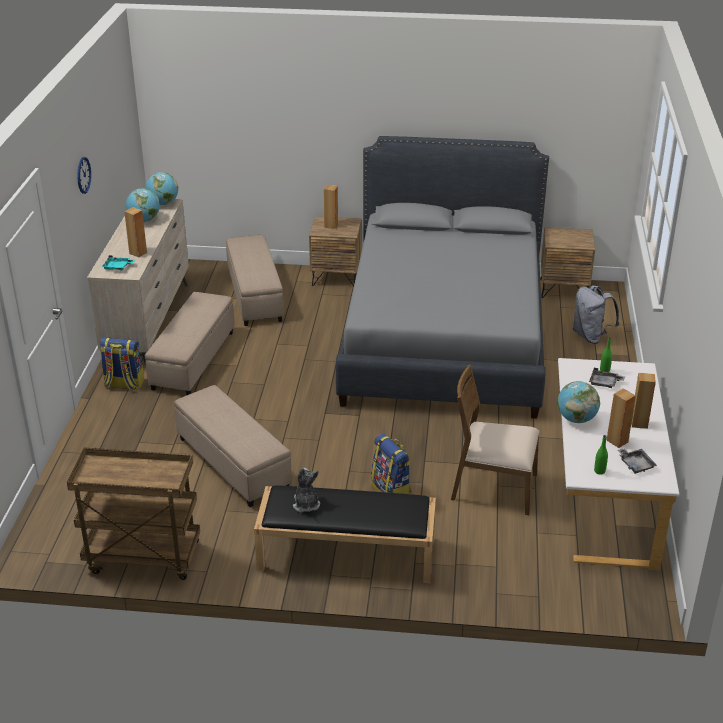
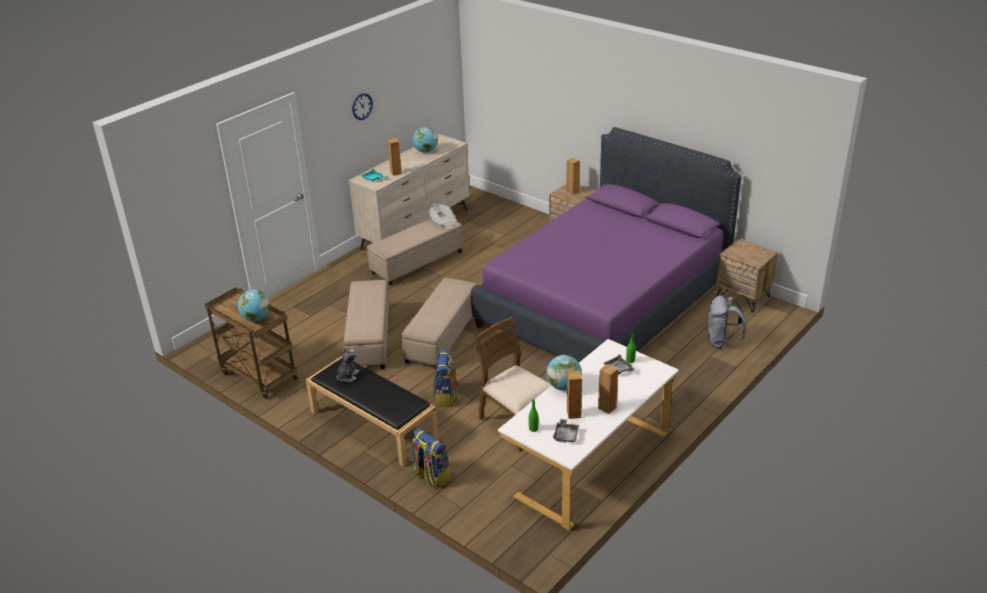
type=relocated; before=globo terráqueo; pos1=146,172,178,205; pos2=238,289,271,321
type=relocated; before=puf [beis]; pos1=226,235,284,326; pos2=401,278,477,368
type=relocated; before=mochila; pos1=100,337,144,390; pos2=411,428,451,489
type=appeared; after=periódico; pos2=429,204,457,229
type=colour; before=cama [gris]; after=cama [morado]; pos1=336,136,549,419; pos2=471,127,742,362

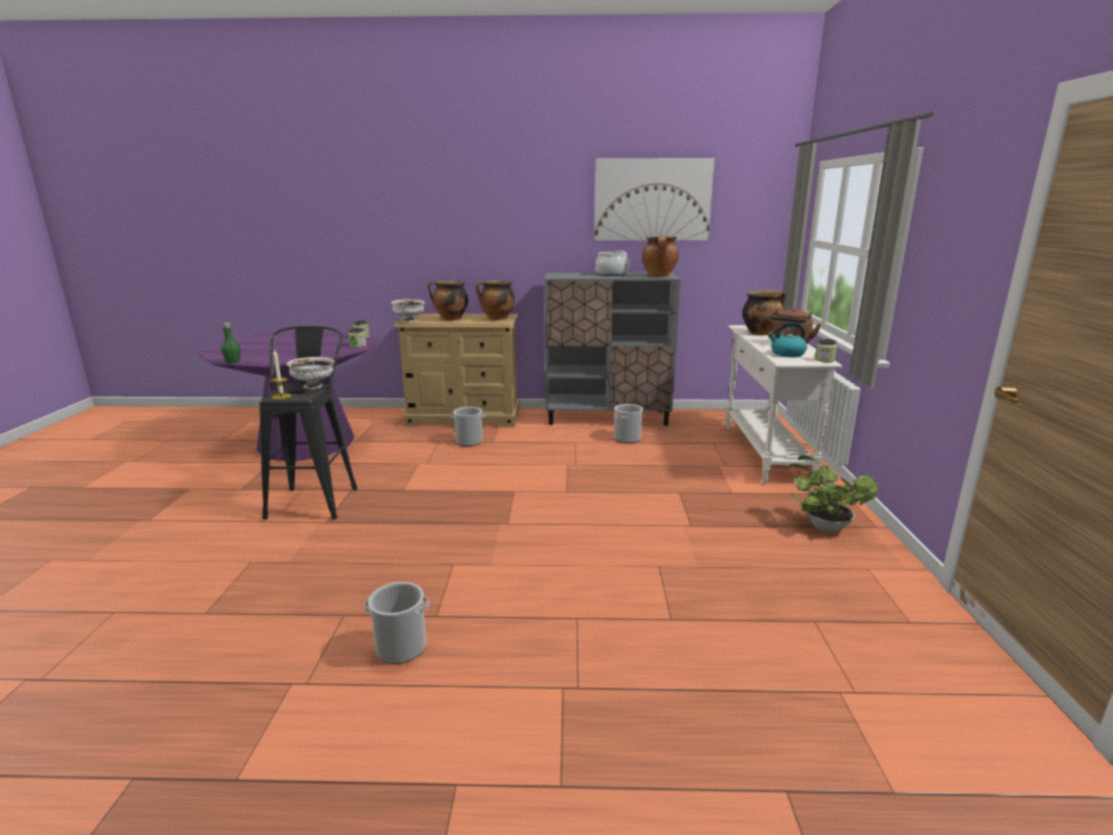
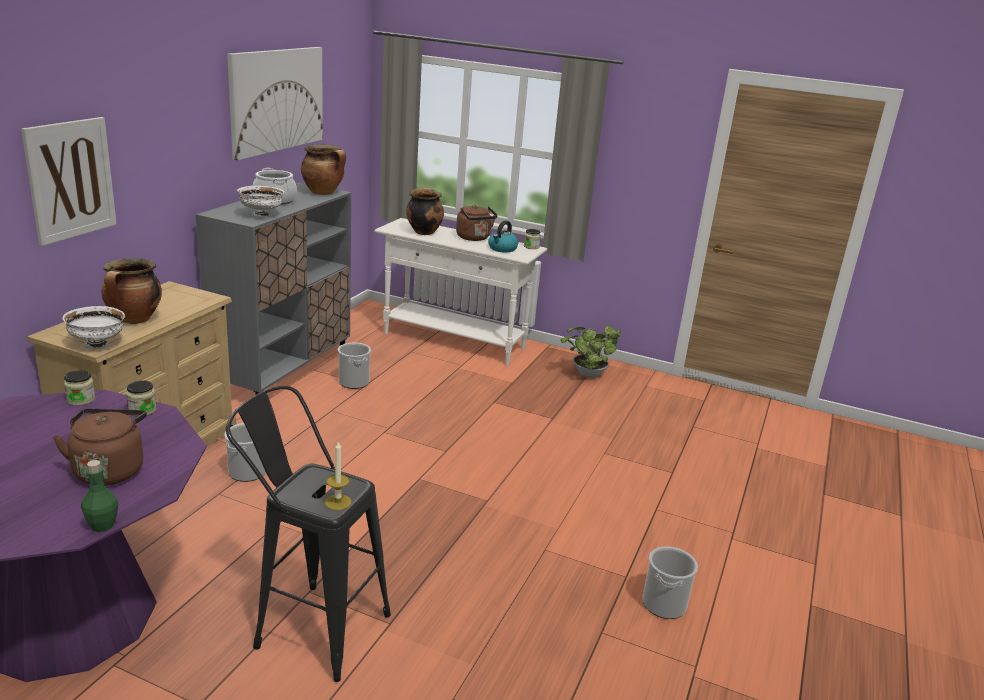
type=appeared; after=cuadro; pos2=21,117,117,246
type=appeared; after=hervidor [marrón]; pos2=53,409,147,486
type=relocated; before=cuenco [blanco]; pos1=287,357,334,389; pos2=237,186,284,218
type=missing; before=olla; pos1=476,280,515,320

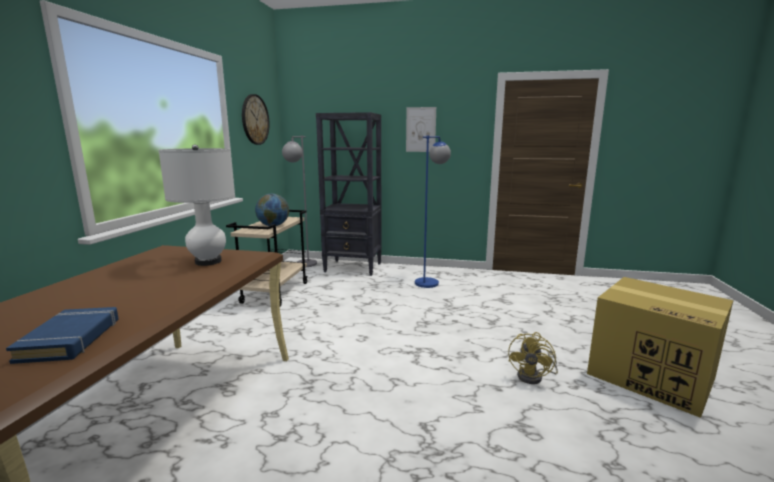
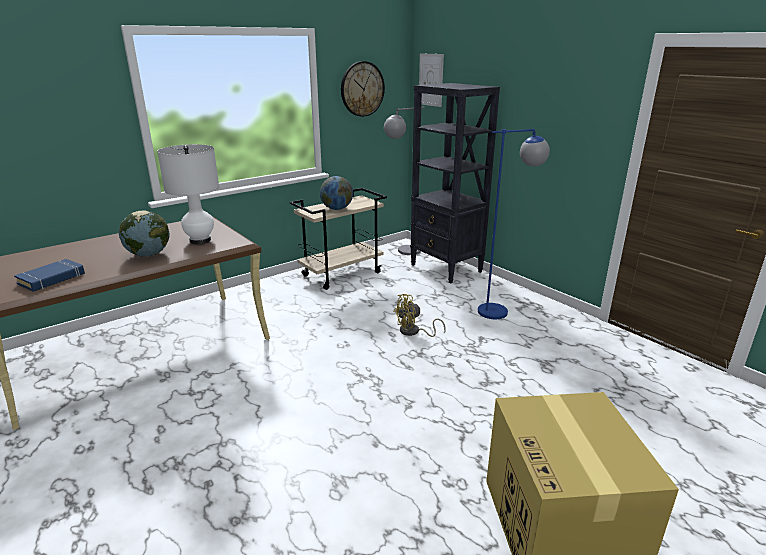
type=appeared; after=globo terráqueo; pos2=119,210,170,257
type=relocated; before=ventilador [amarillo]; pos1=508,332,558,384; pos2=393,294,446,337
type=relocated; before=cuadro; pos1=406,107,436,152; pos2=419,53,444,107

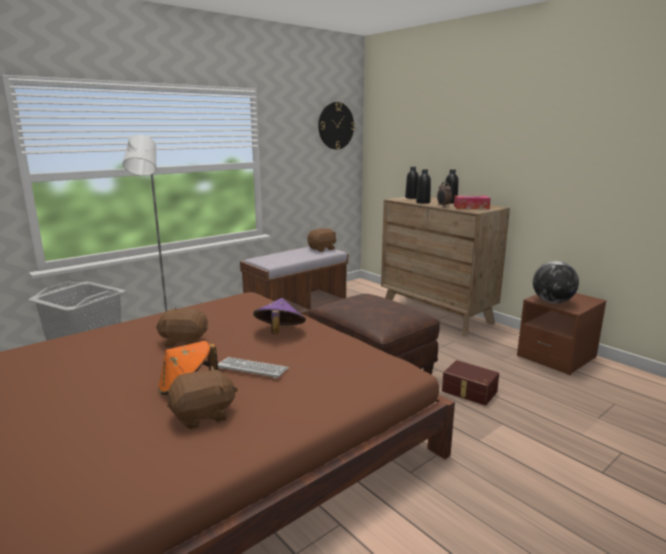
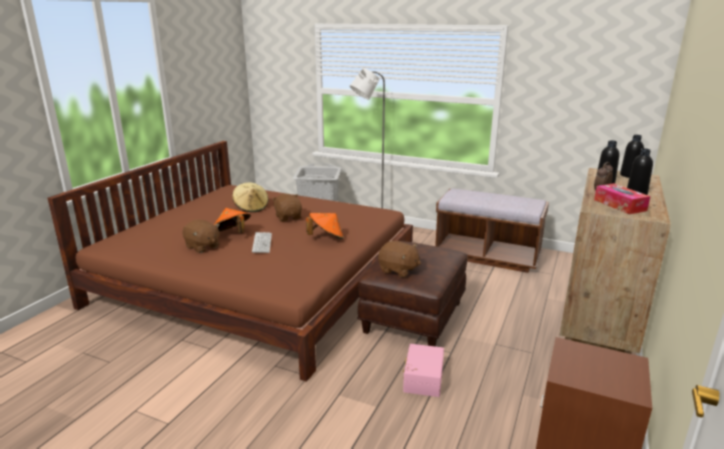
type=appeared; after=sombrero [beis]; pos2=232,183,269,212
type=colour; before=sombrero [morado]; after=sombrero [naranja]; pos1=253,298,306,335; pos2=306,213,344,239
type=relocated; before=peluche [marrón]; pos1=307,228,336,252; pos2=378,241,421,277
type=colour; before=caja de almacenaje [marrón]; after=caja de almacenaje [rosa]; pos1=442,360,499,406; pos2=403,344,444,397
type=missing; before=reloj de pared; pos1=318,102,355,150
type=missing; before=globo terráqueo; pos1=533,261,579,303

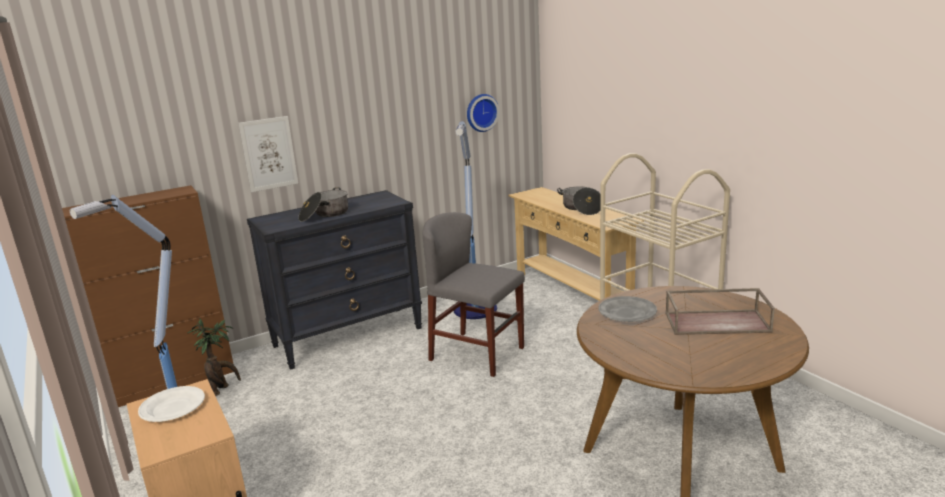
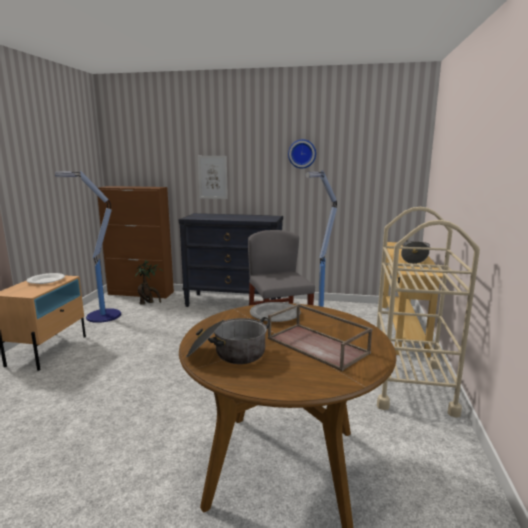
type=relocated; before=olla; pos1=298,187,348,222; pos2=186,317,270,364
type=relocated; before=reloj de pared; pos1=467,94,499,132; pos2=288,139,316,169

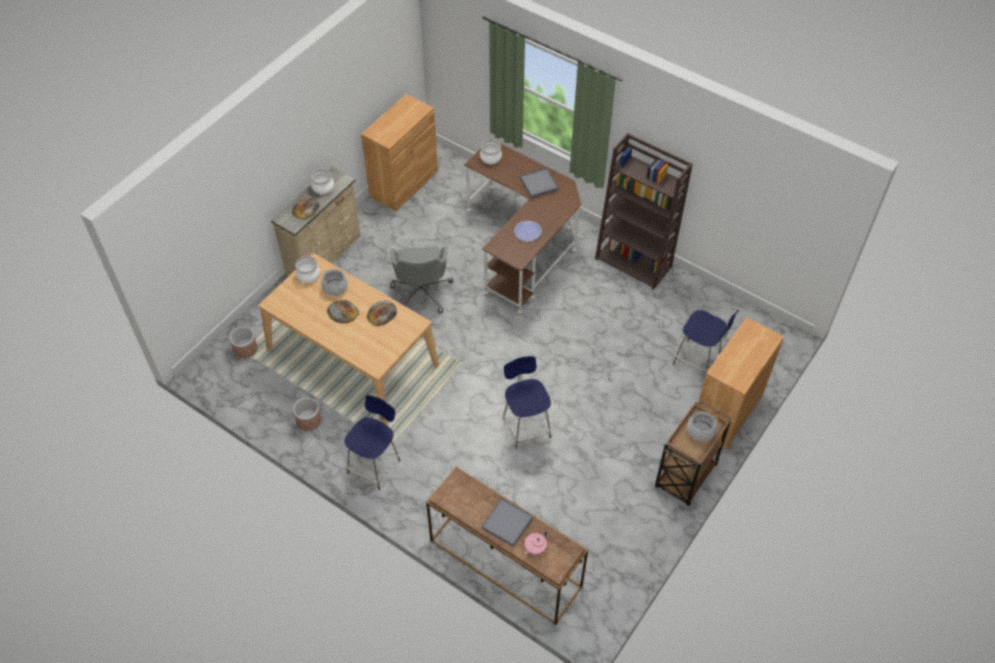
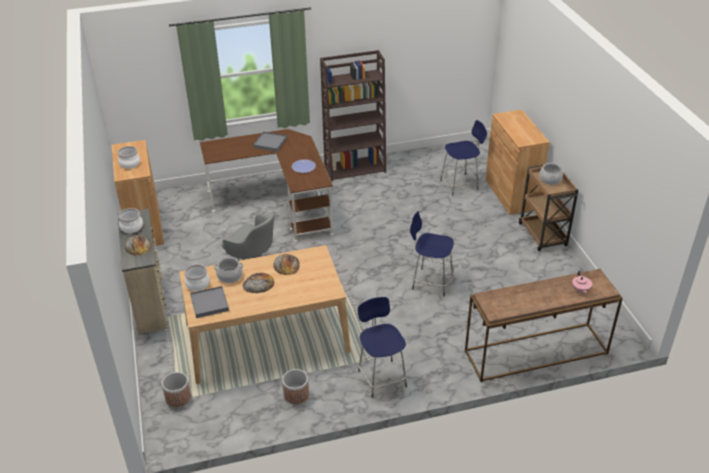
type=relocated; before=olla; pos1=480,140,502,164; pos2=117,146,140,169
type=relocated; before=bandeja [gris]; pos1=482,498,533,547; pos2=190,286,229,318

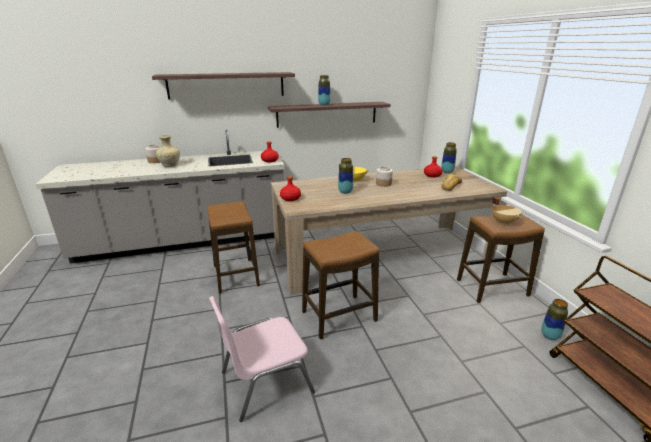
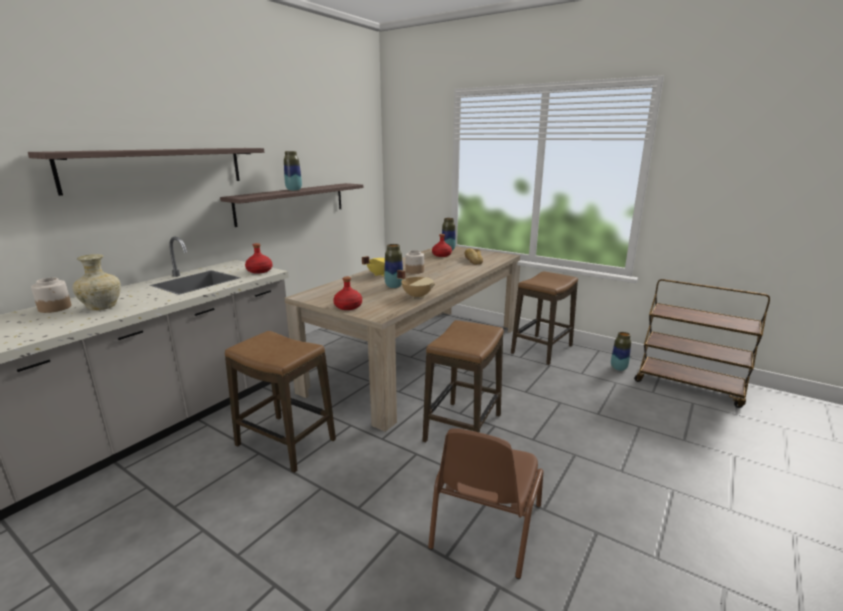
type=relocated; before=olla [beis]; pos1=492,197,522,225; pos2=397,270,435,299
type=colour; before=silla [rosa]; after=silla [marrón]; pos1=209,296,315,422; pos2=428,428,543,579

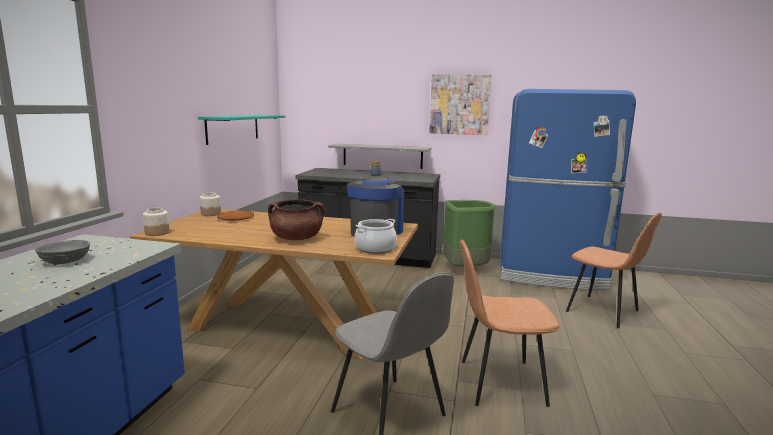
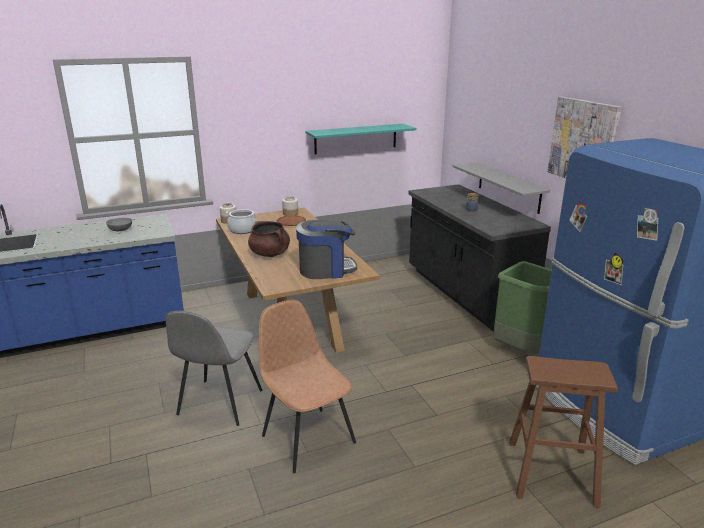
type=relocated; before=olla; pos1=355,219,397,254; pos2=226,209,257,234
type=exchanged; before=silla [marrón]; after=taburete [marrón]; pos1=566,213,662,328; pos2=509,356,618,508

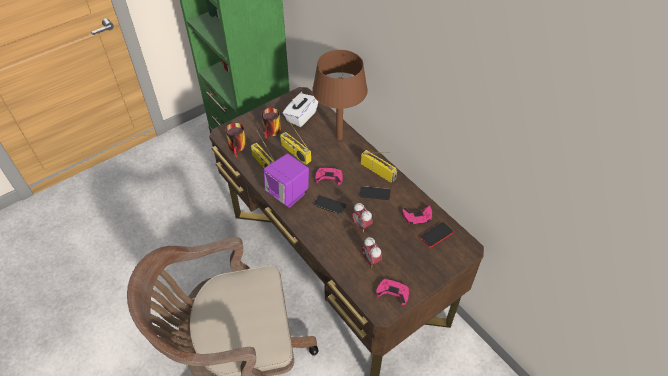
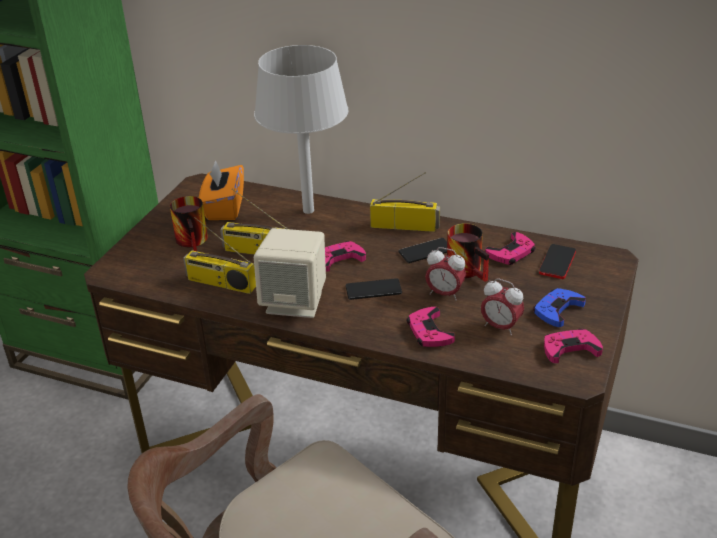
type=colour; before=caja de pañuelos [blanco]; after=caja de pañuelos [naranja]; pos1=283,92,318,127; pos2=199,160,244,220
type=colour; before=lámpara de mesa [marrón]; after=lámpara de mesa [gris]; pos1=312,50,368,140; pos2=254,45,348,214
type=colour; before=altavoz [morado]; after=altavoz [beis]; pos1=264,154,309,208; pos2=254,228,326,318
type=appeared; after=mando de consola [rosa]; pos2=406,307,455,347
type=relocated; before=taza grande; pos1=225,123,247,157; pos2=447,223,489,282
type=appeared; after=mando de consola [azul]; pos2=533,288,586,327

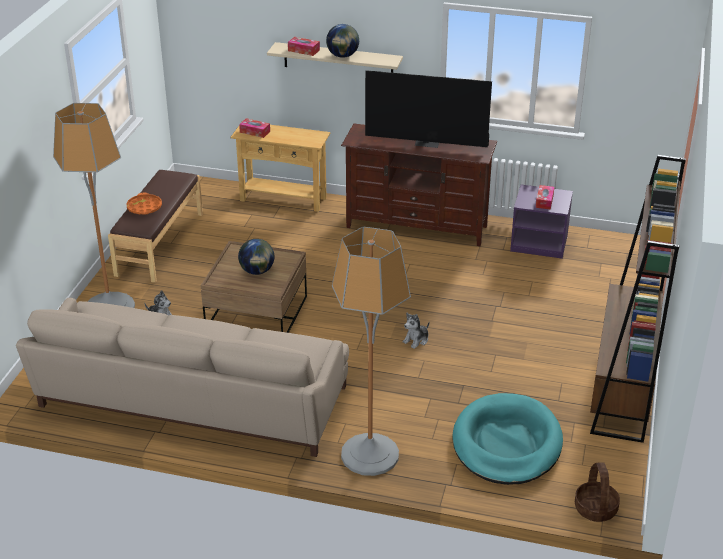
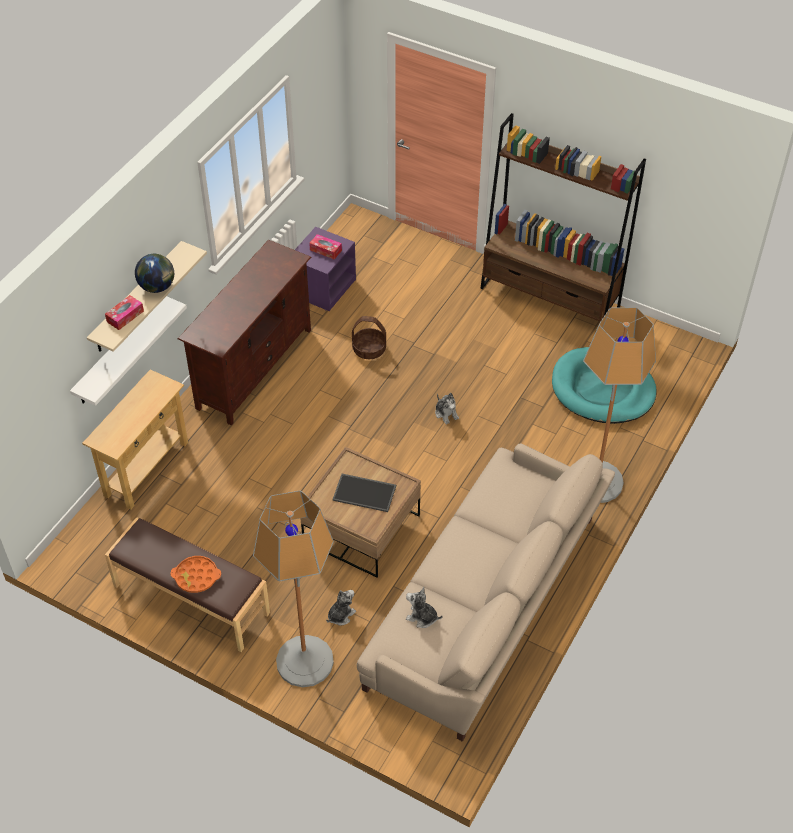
type=appeared; after=estante [blanco]; pos2=70,296,187,406
type=exchanged; before=globo terráqueo; after=bandeja; pos1=238,239,274,275; pos2=332,474,396,512
type=relocated; before=cesta; pos1=575,462,620,522; pos2=352,316,386,359
type=appeared; after=peluche; pos2=406,587,442,628
type=missing; before=caja de pañuelos; pos1=239,118,270,138
type=missing; before=televisor; pos1=365,70,492,148

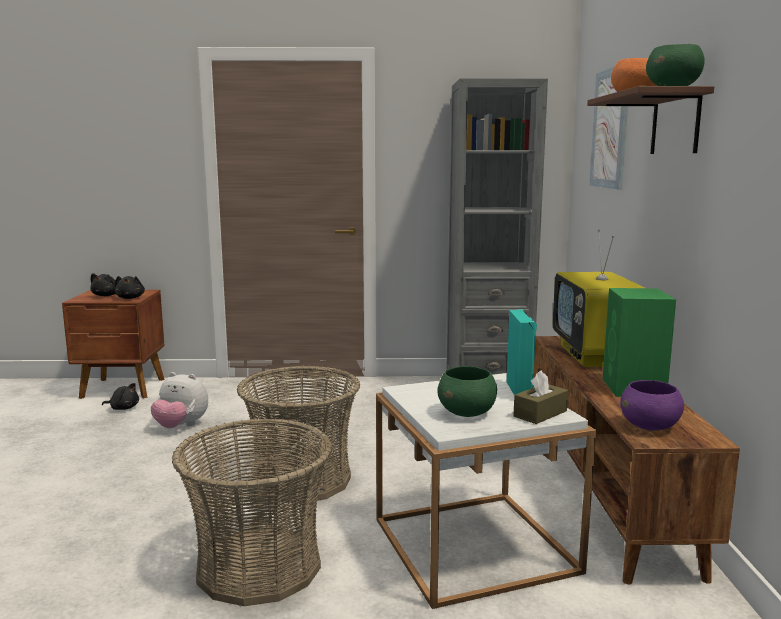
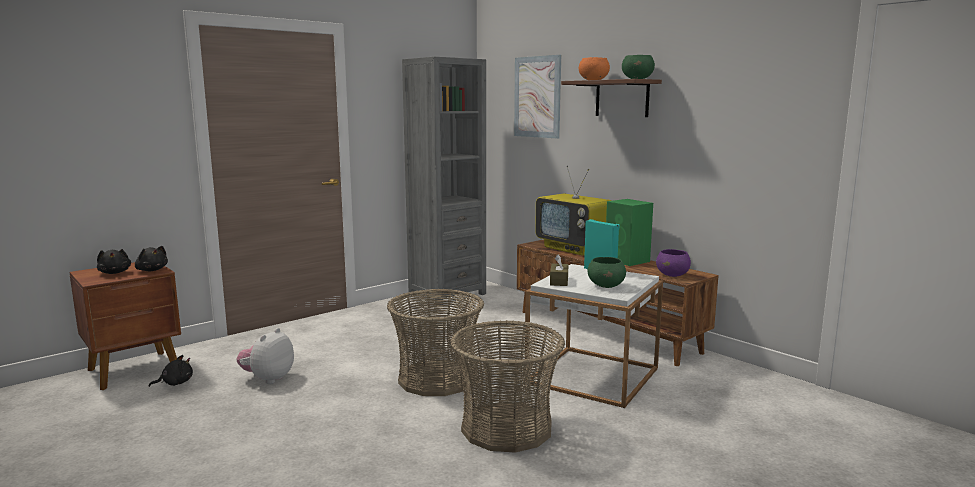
type=spun; before=peluche; pos1=151,372,208,428; pos2=236,328,294,384; turn=135
type=relocated; before=caja de pañuelos [marrón]; pos1=513,370,568,424; pos2=550,254,568,286

